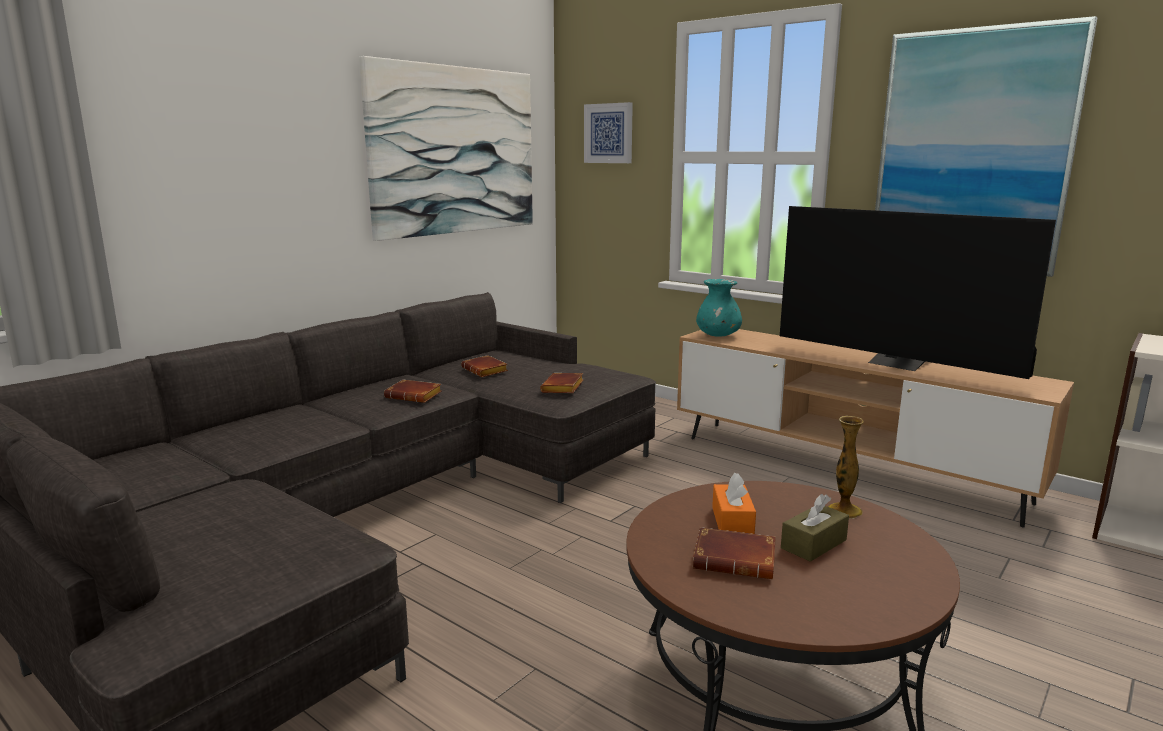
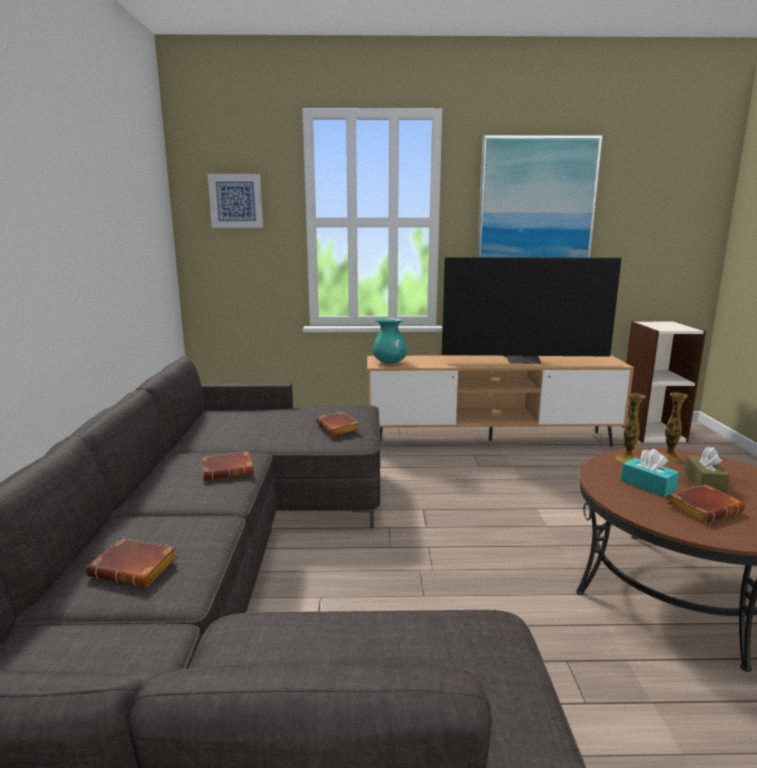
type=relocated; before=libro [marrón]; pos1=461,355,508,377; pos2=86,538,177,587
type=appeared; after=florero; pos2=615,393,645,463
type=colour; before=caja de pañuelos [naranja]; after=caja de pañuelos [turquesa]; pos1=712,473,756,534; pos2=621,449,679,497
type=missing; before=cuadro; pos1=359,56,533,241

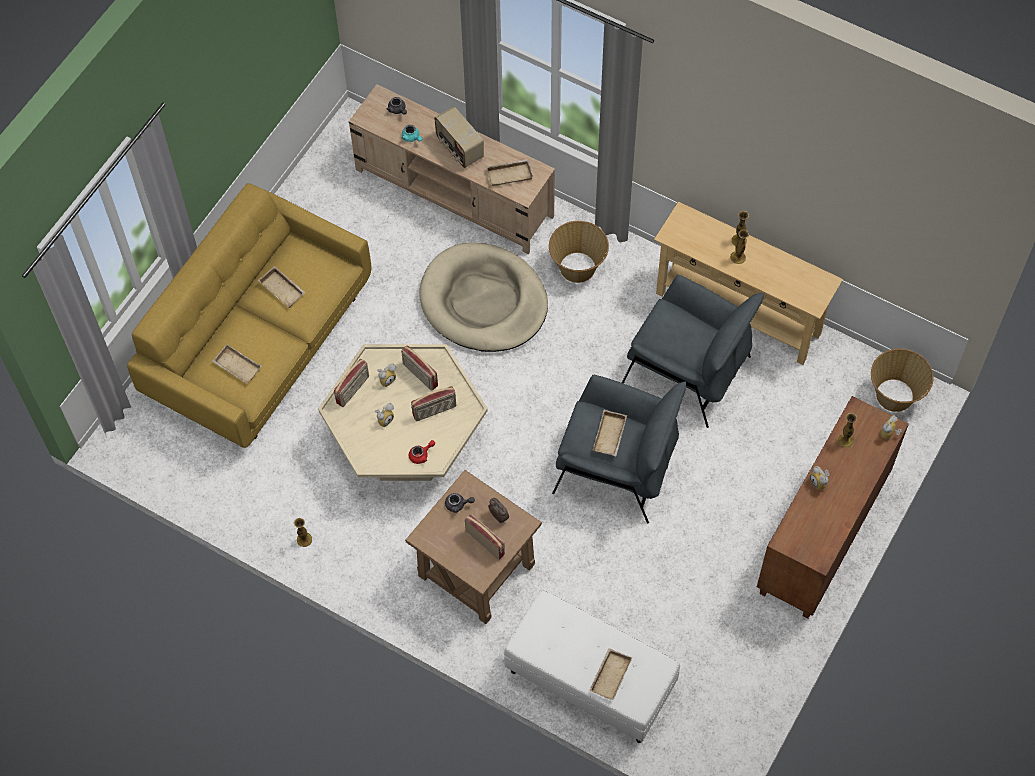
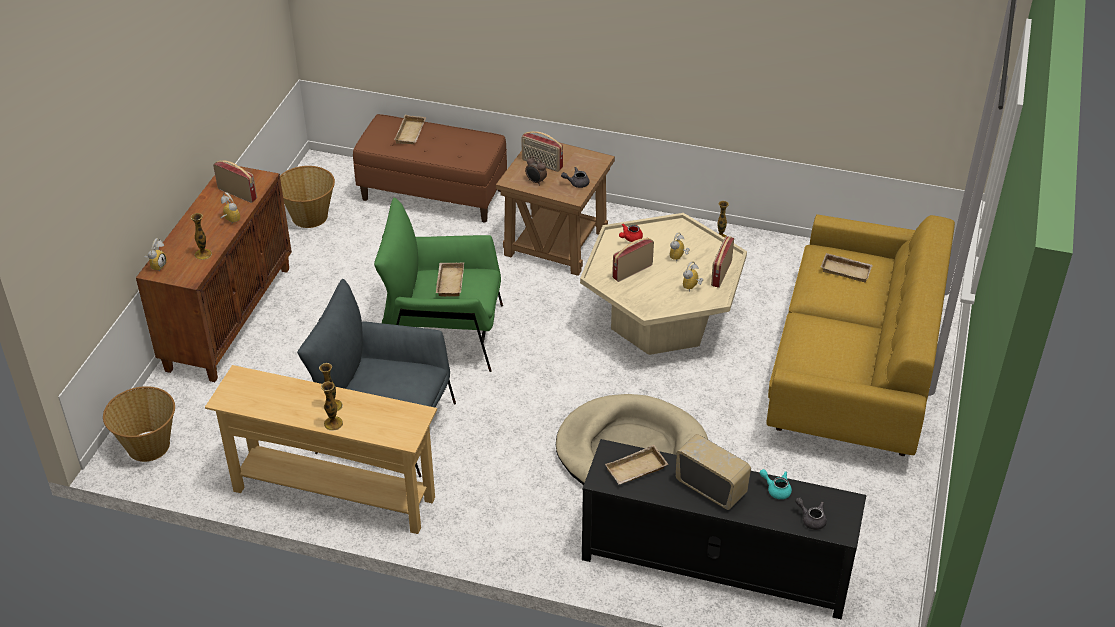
type=relocated; before=radio; pos1=401,345,438,391; pos2=213,160,257,203
type=relocated; before=cesta; pos1=549,221,609,283; pos2=280,166,335,228
type=colour; before=banco [blanco]; after=banco [marrón]; pos1=504,590,680,743; pos2=353,114,507,223
type=colour; before=sillón [gris]; after=sillón [verde]; pos1=552,375,686,523; pos2=374,198,503,372
type=colour; before=mueble de televisión [beis]; after=mueble de televisión [negro]; pos1=349,84,555,254; pos2=582,439,866,620
type=missing; before=bandeja [beis]; pos1=258,266,306,308

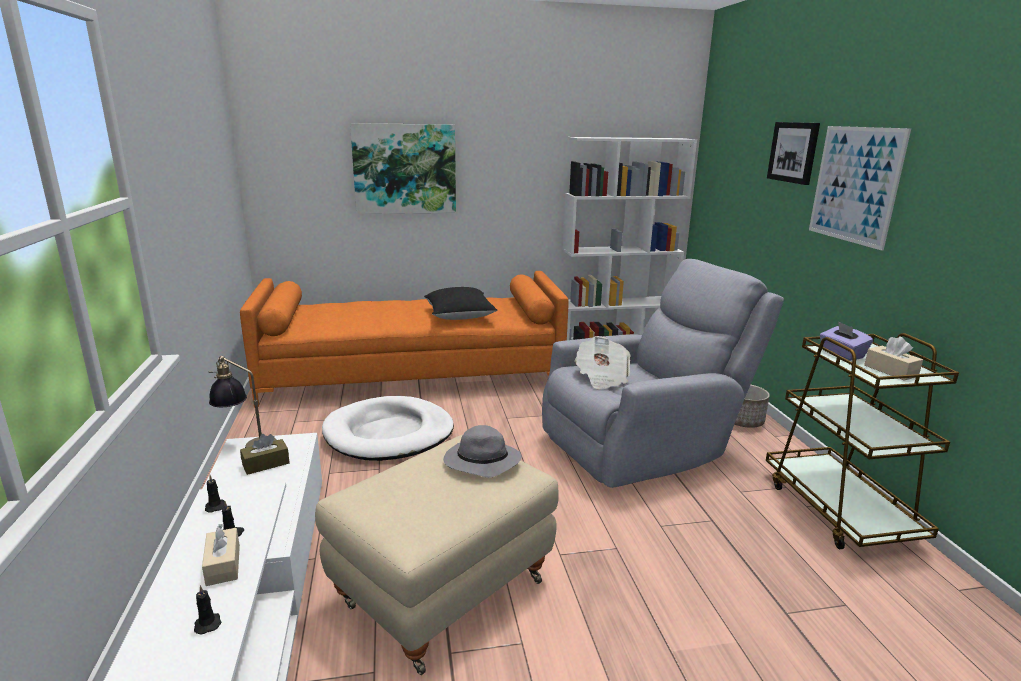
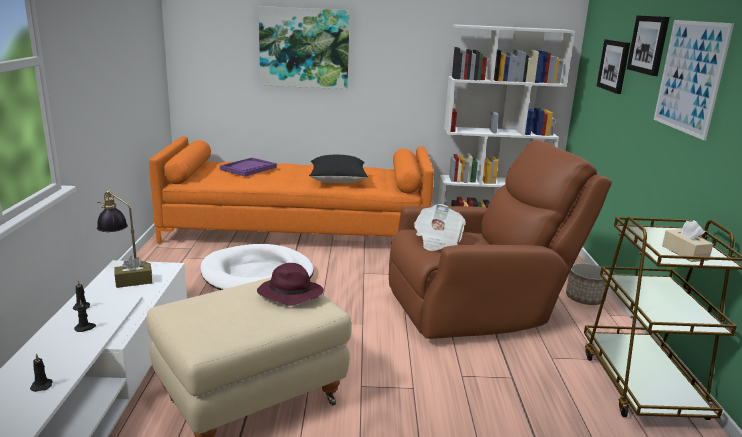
type=appeared; after=bandeja [morado]; pos2=220,158,277,176
type=colour; before=sombrero [gris]; after=sombrero [morado]; pos1=443,425,522,478; pos2=257,263,324,306
type=colour; before=sillón [gris]; after=sillón [marrón]; pos1=542,259,784,488; pos2=389,140,612,339
type=appeared; after=cuadro; pos2=597,39,630,94
type=missing; before=caja de pañuelos [beis]; pos1=202,524,240,586
type=missing; before=caja de pañuelos [morado]; pos1=820,322,873,361

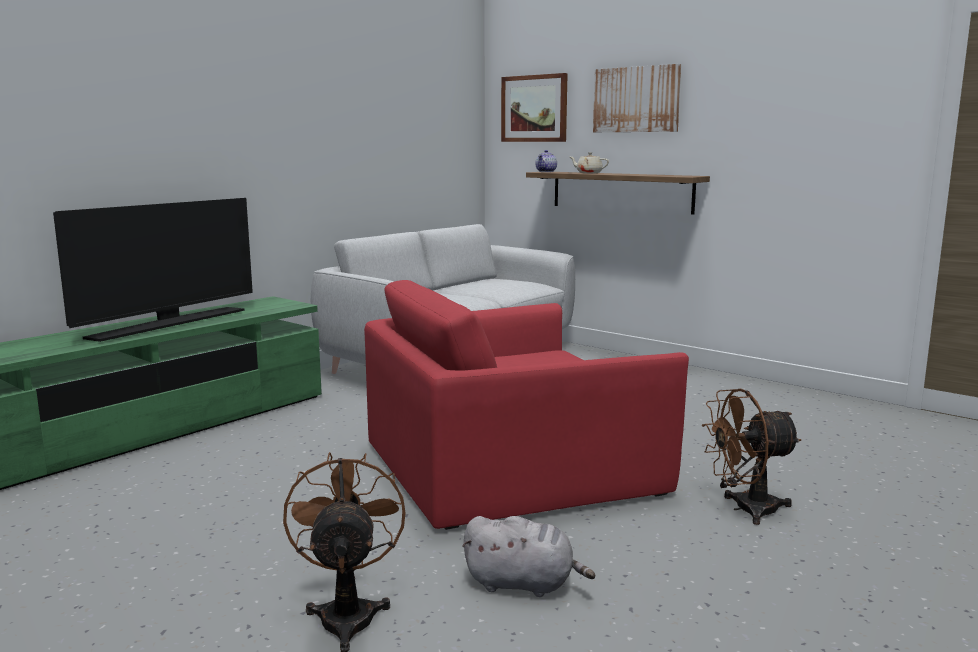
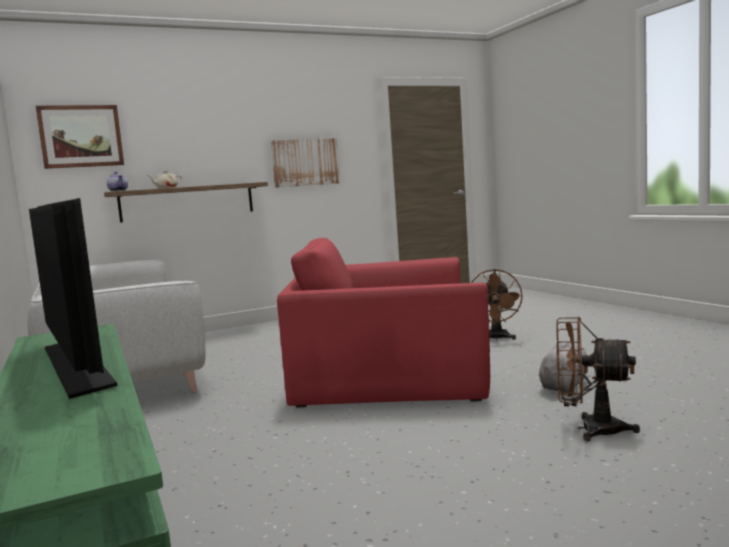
type=relocated; before=cuadro; pos1=593,64,681,132; pos2=271,138,340,188
type=spun; before=sillón [rojo]; pos1=364,280,689,530; pos2=277,238,490,408; turn=90

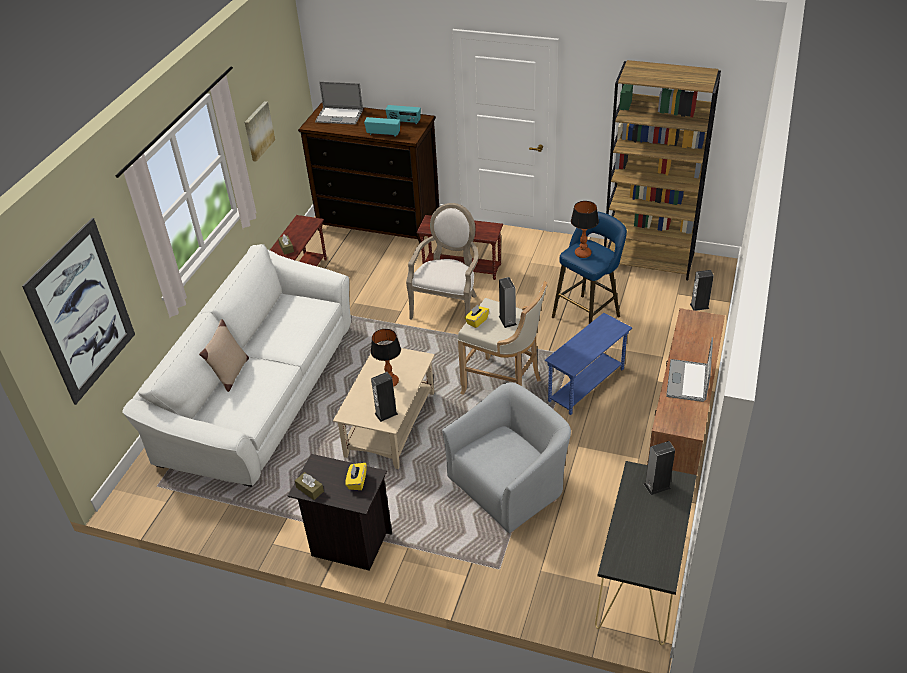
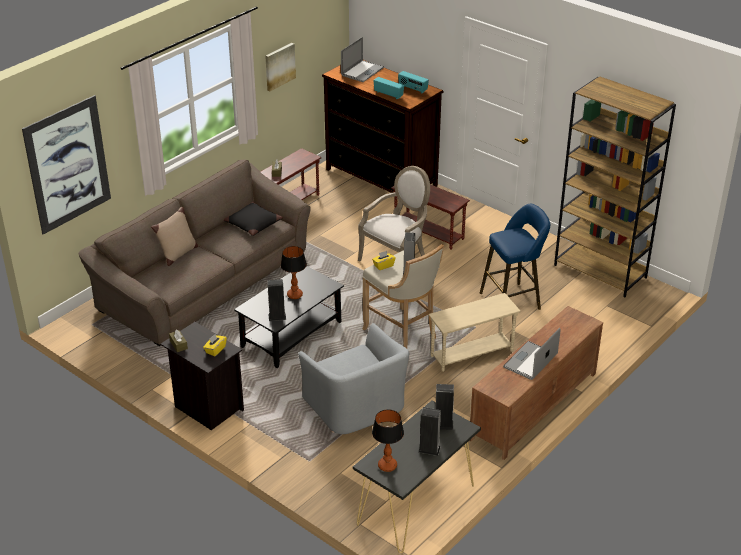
type=colour; before=sofá [blanco]; after=sofá [marrón]; pos1=122,244,351,487; pos2=78,160,311,346
type=appeared; after=cojín [negro]; pos2=224,202,283,236
type=colour; before=mesa de centro [beis]; after=mesa de centro [negro]; pos1=333,344,435,469; pos2=234,266,344,368
type=spun; before=sillón [gris]; pos1=442,383,571,533; pos2=298,323,409,434; turn=75
type=spun; before=portátil; pos1=315,81,363,125; pos2=341,37,384,82; turn=-90
type=relocated; before=lámpara de mesa; pos1=571,201,599,258; pos2=372,409,404,472
type=relocated; before=altavoz; pos1=690,270,714,311; pos2=418,407,441,456
type=colour; before=mesa auxiliar [azul]; after=mesa auxiliar [beis]; pos1=545,313,632,415; pos2=429,293,521,372

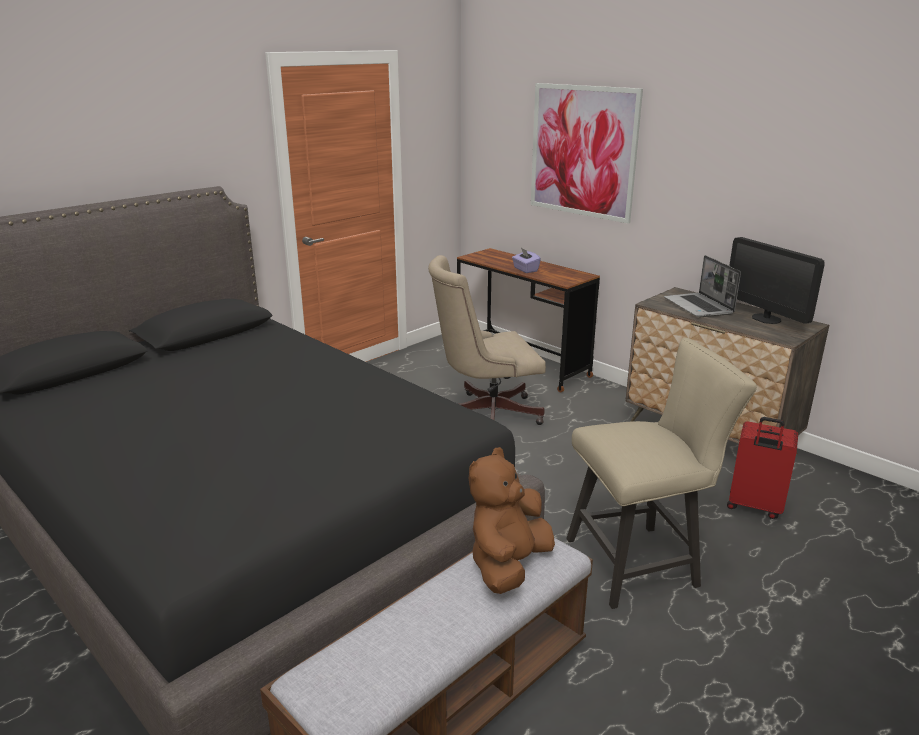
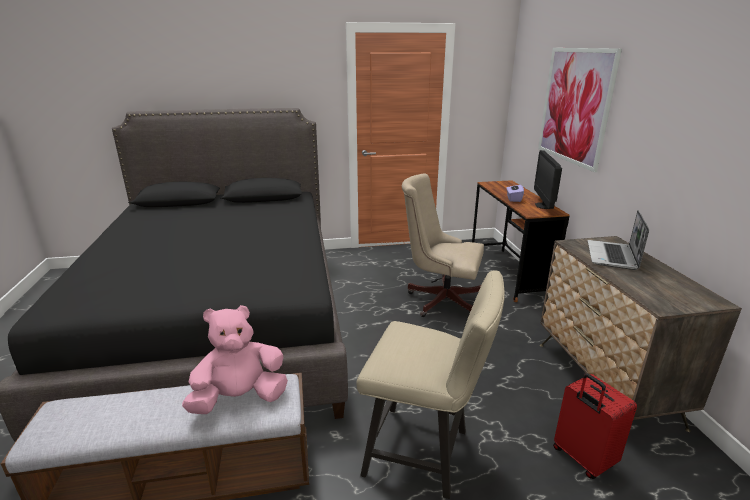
type=colour; before=peluche [marrón]; after=peluche [rosa]; pos1=469,447,555,594; pos2=182,305,288,414
type=relocated; before=monitor; pos1=729,237,825,324; pos2=534,150,562,209

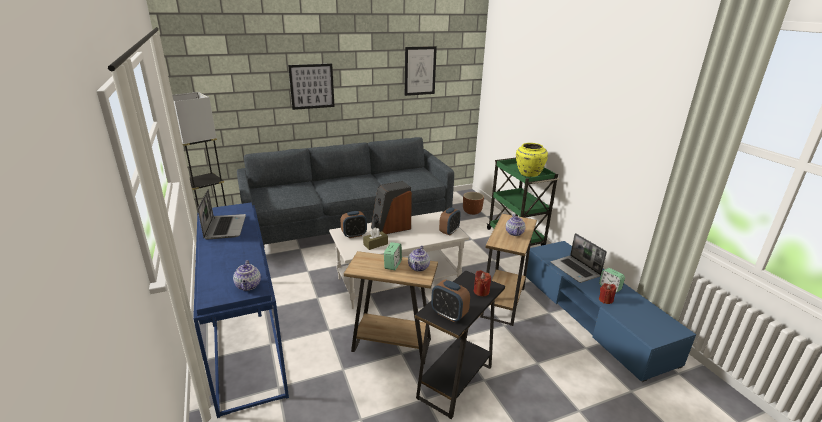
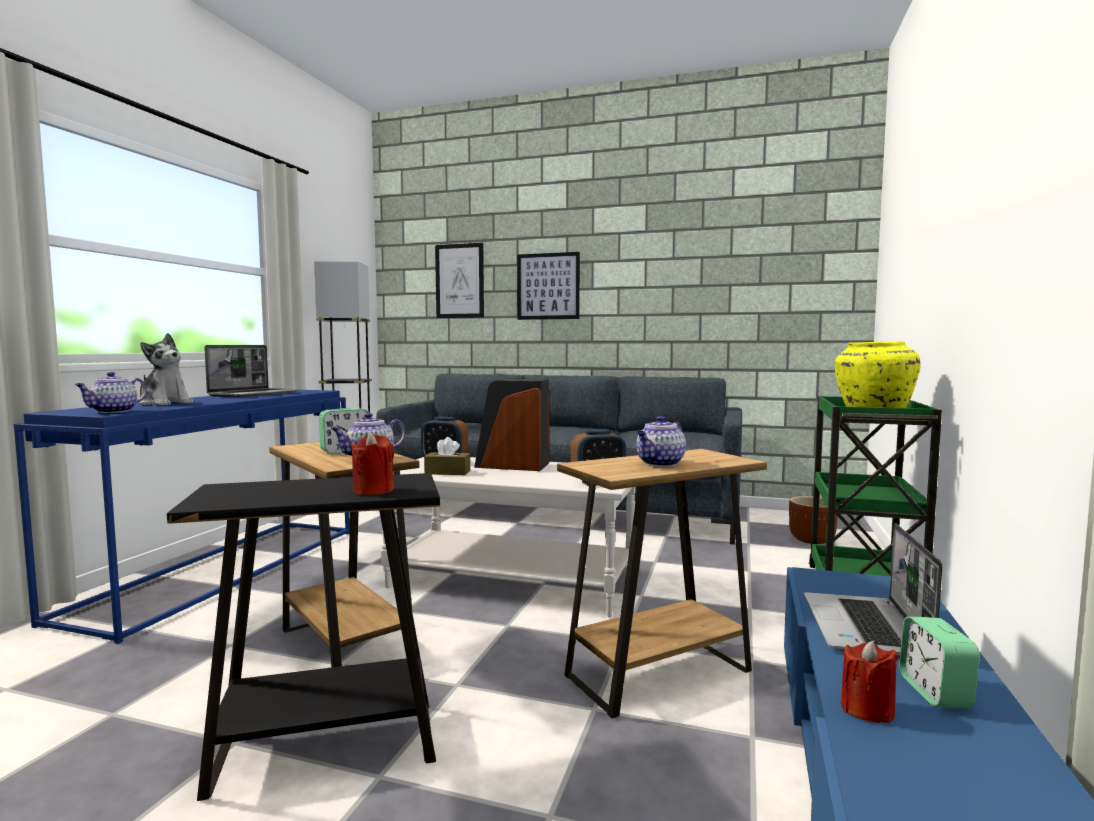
type=appeared; after=peluche; pos2=138,333,193,405
type=relocated; before=cuadro; pos1=405,46,437,96; pos2=435,243,484,318
type=missing; before=despertador; pos1=431,279,470,322

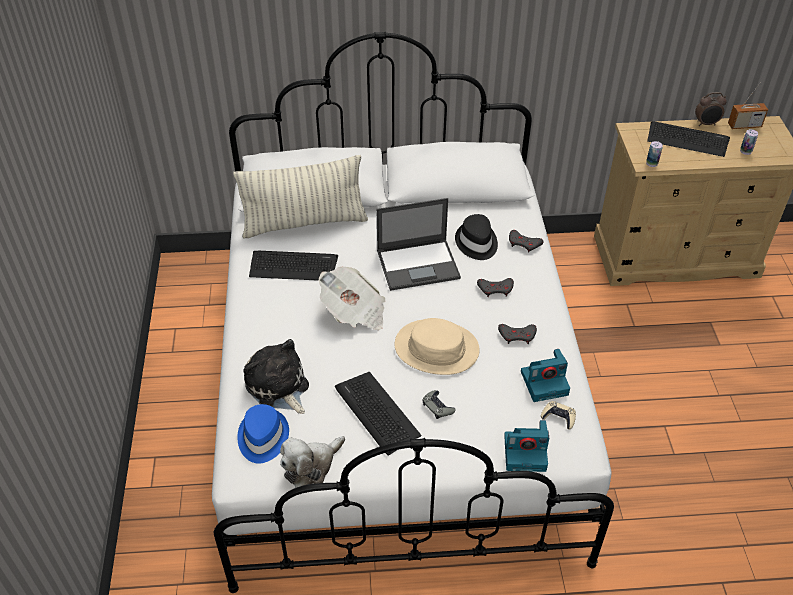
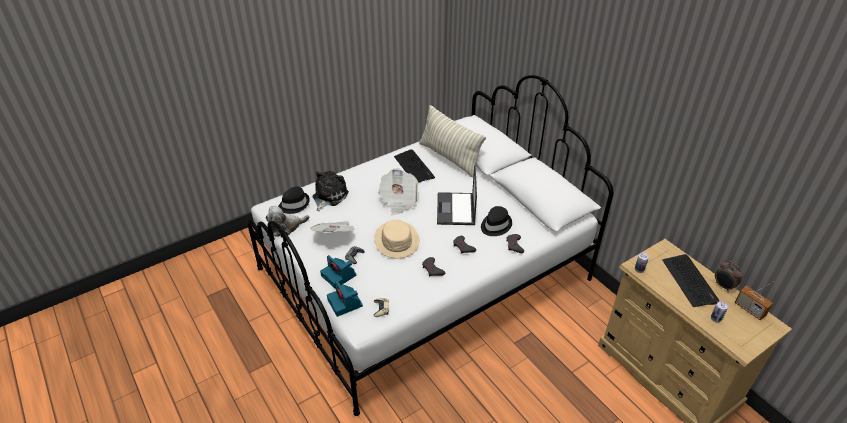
type=spun; before=peluche; pos1=280,436,345,488; pos2=266,206,309,237; turn=-45
type=colour; before=sombrero [azul]; after=sombrero [negro]; pos1=237,404,289,464; pos2=278,186,310,214
type=exchanged; before=teclado; after=periódico; pos1=335,372,421,456; pos2=310,221,355,233
type=relocated; before=cámara; pos1=521,349,570,402; pos2=320,255,356,289
type=spun; before=portátil; pos1=376,198,461,291; pos2=437,165,477,225; turn=45

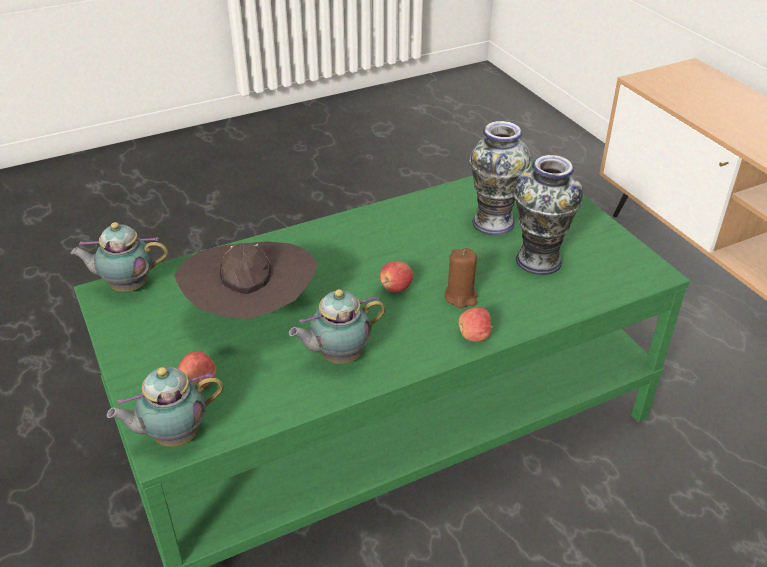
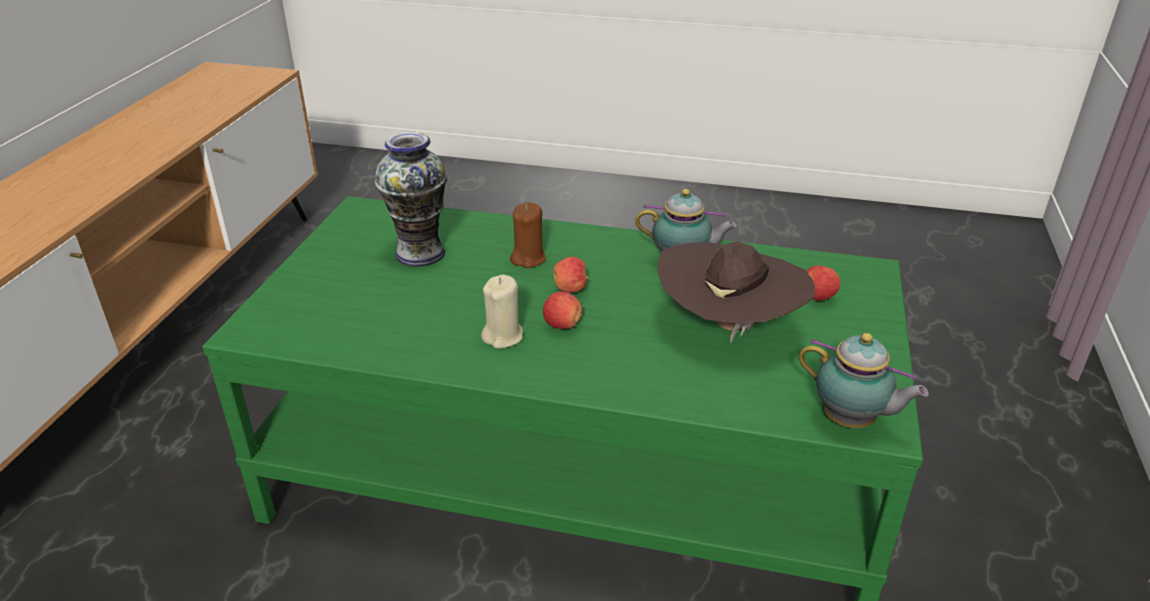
type=appeared; after=vela [beis]; pos2=481,275,523,348
type=relocated; before=manzana; pos1=459,307,493,342; pos2=543,291,582,329
type=missing; before=tetera; pos1=107,367,224,447
type=missing; before=florero; pos1=469,121,532,235

